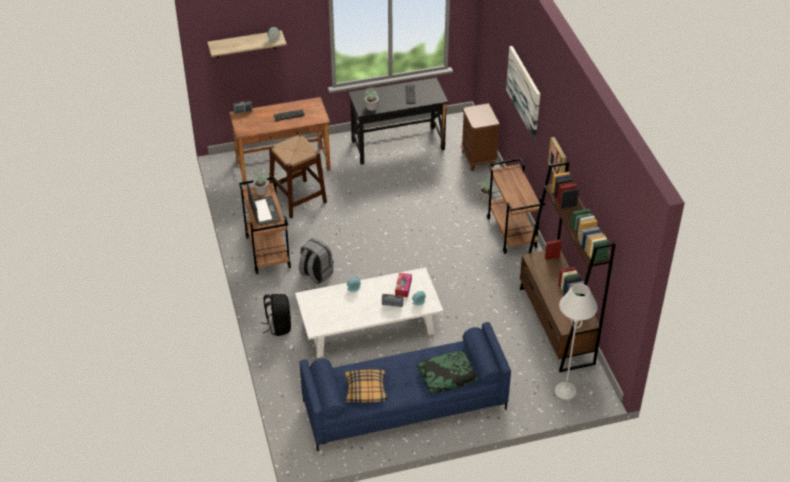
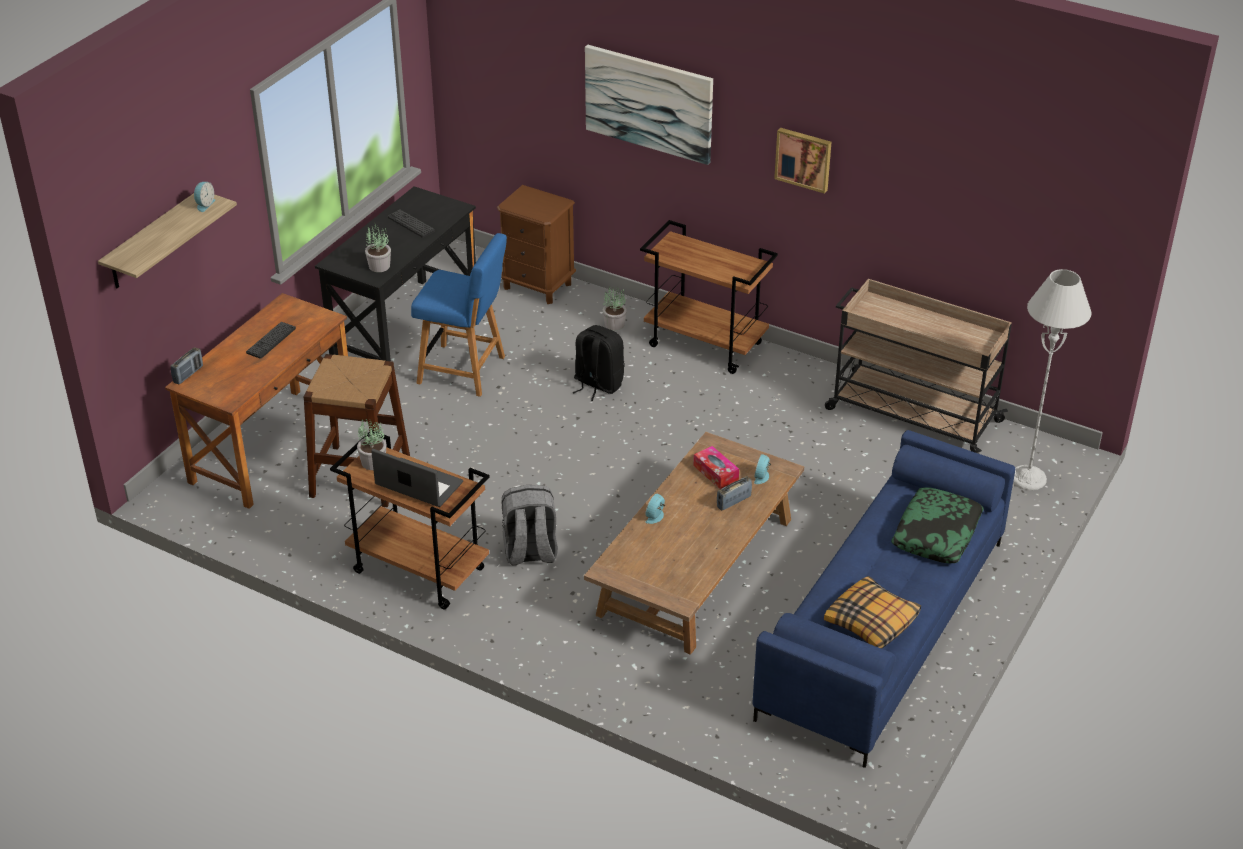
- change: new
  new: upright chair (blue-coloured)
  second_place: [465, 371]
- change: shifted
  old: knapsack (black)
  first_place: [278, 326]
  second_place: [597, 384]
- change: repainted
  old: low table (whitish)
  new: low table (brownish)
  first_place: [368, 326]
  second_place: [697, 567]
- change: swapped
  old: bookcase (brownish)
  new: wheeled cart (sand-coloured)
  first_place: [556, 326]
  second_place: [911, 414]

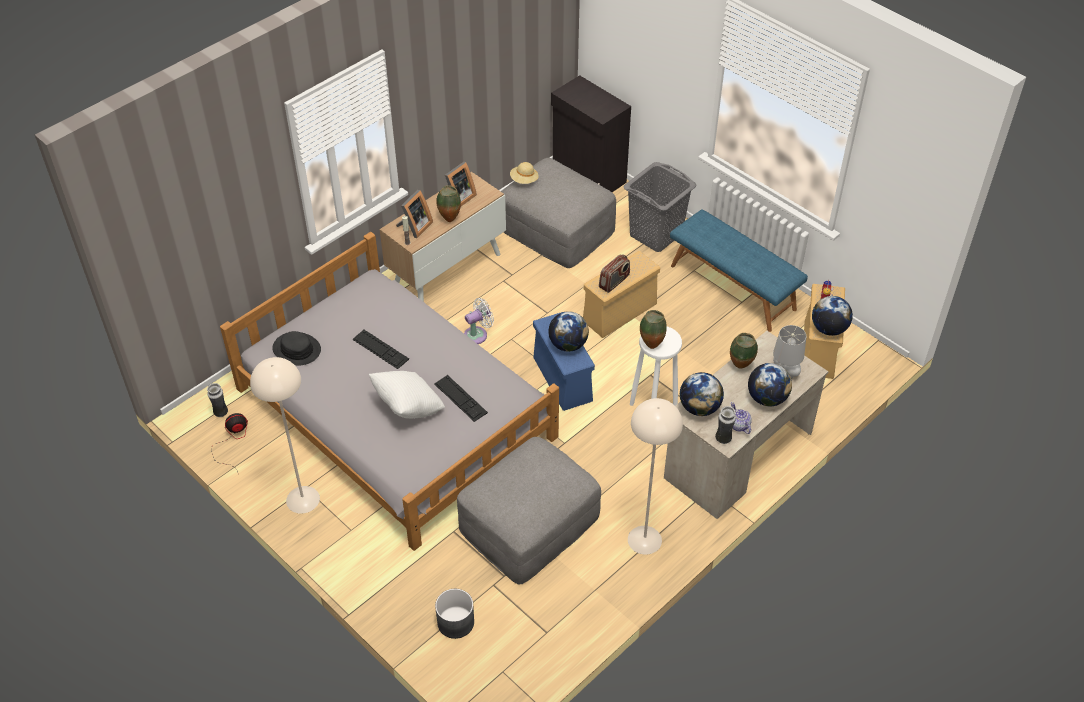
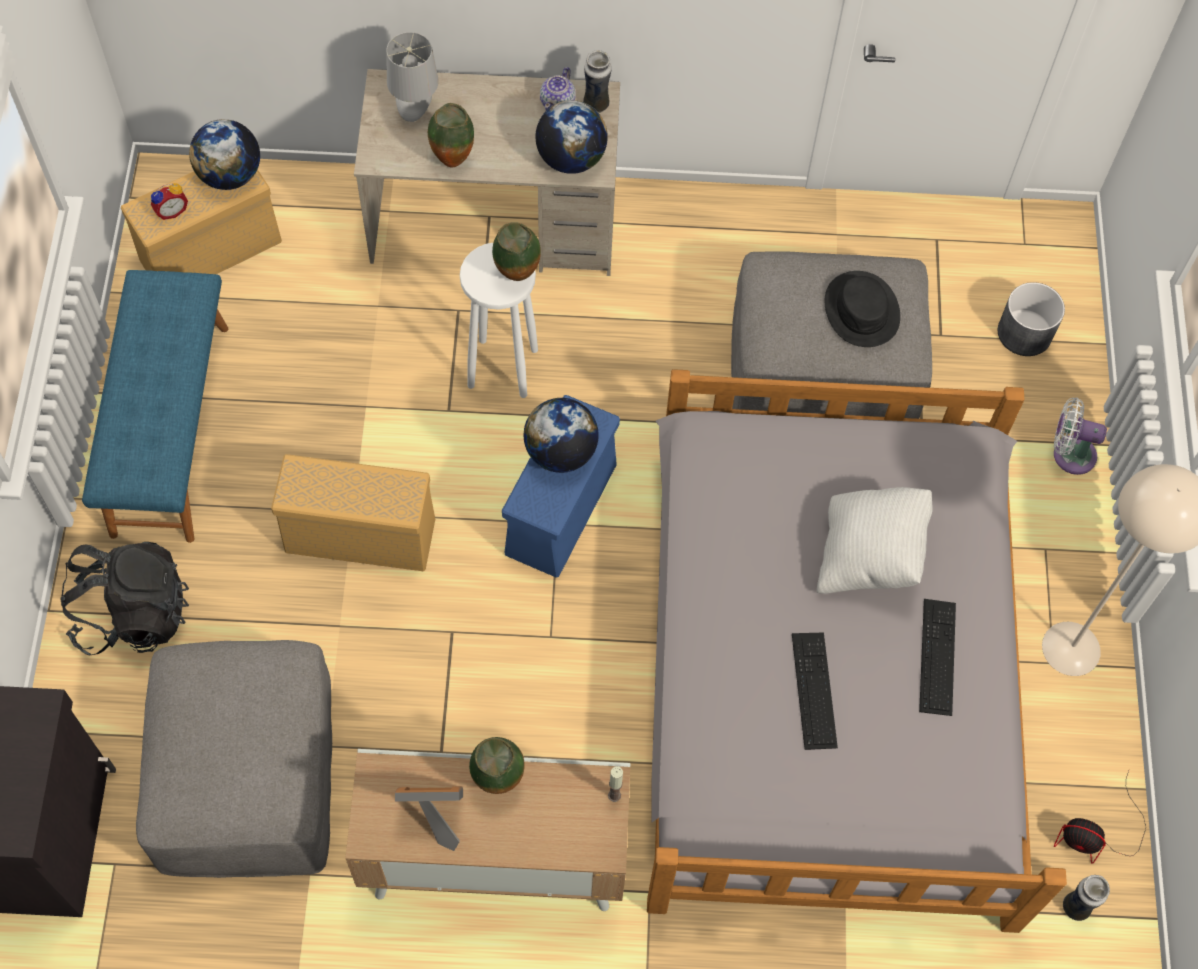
- change: swapped
  old: laundry basket (gray)
  new: knapsack (black)
  first_place: [656, 234]
  second_place: [133, 614]
- change: shifted
  old: wearable hat (black)
  first_place: [296, 349]
  second_place: [862, 310]
- change: shifted
  old: keyboard
  first_place: [460, 398]
  second_place: [937, 657]
- change: shifted
  old: cooling fan (whitish)
  first_place: [478, 334]
  second_place: [1069, 453]
- change: gone
  old: photo frame
  first_place: [415, 227]
- change: gone
  old: wearable hat (sand-coloured)
  first_place: [524, 180]
- change: gone
  old: radio
  first_place: [614, 282]
- change: gone
  old: floor lamp (sand-coloured)
  first_place: [644, 540]
- change: gone
  old: desk globe
  first_place: [767, 398]

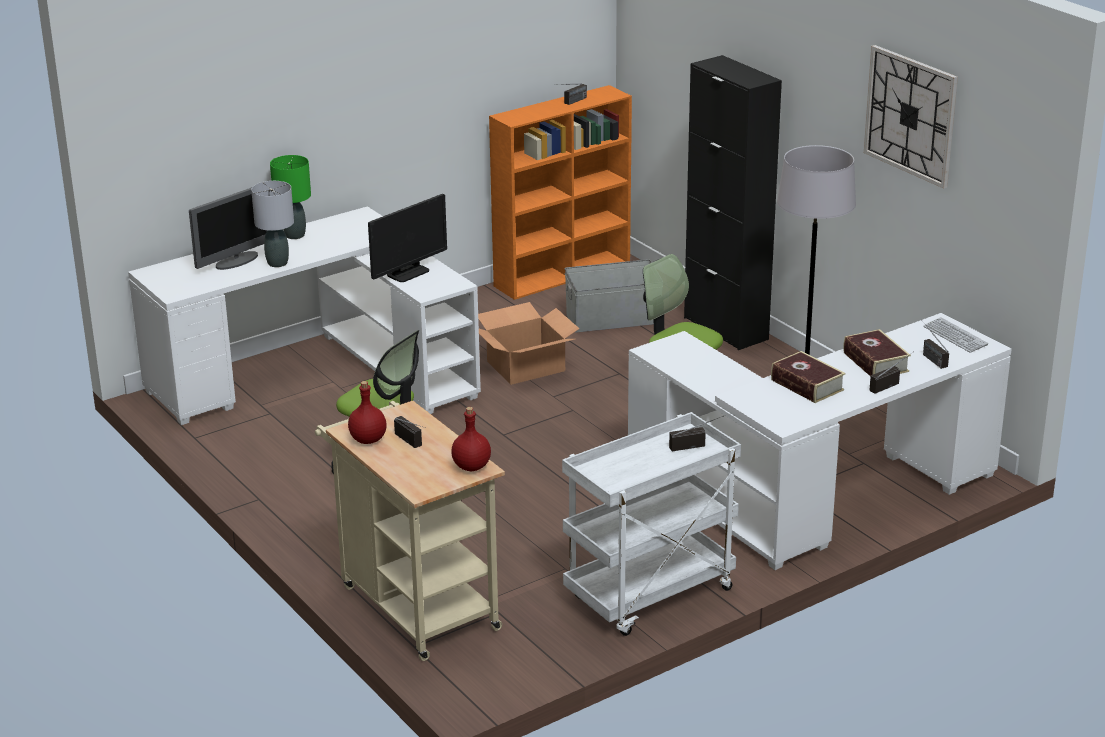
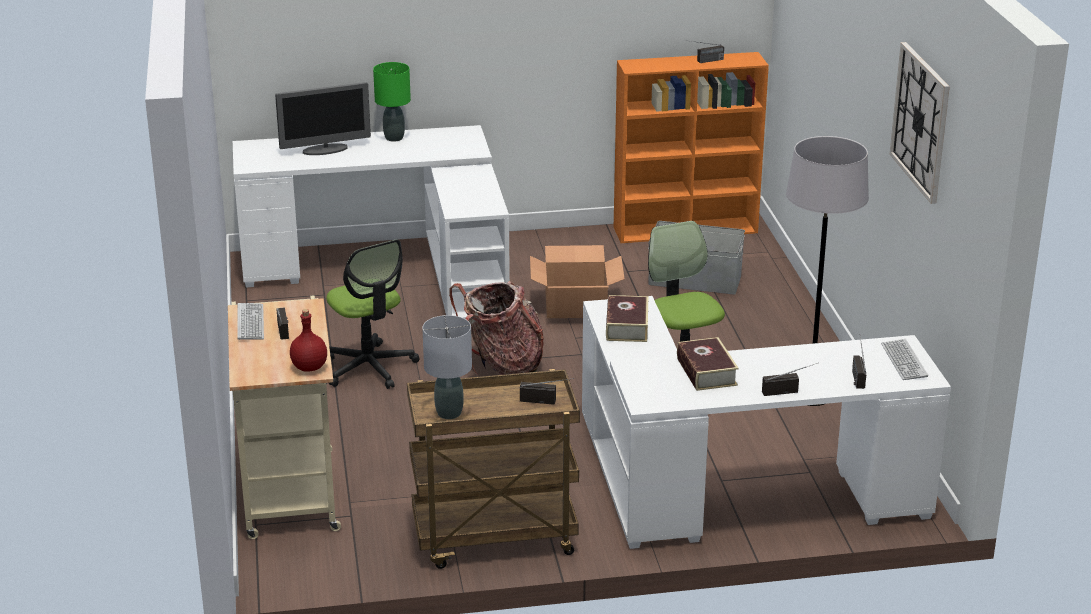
- change: swapped
  old: beverage bottle (red)
  new: keyboard
  first_place: [367, 440]
  second_place: [250, 322]
- change: repainted
  old: wheeled cart (whitish)
  new: wheeled cart (brownish)
  first_place: [650, 596]
  second_place: [493, 539]
- change: shifted
  old: lamp for a table (gray)
  first_place: [278, 263]
  second_place: [449, 413]
- change: new
  new: knapsack
  second_place: [502, 366]
- change: shifted
  old: volume
  first_place: [875, 362]
  second_place: [627, 326]
- change: gone
  old: monitor
  first_place: [408, 273]
- change: gone
  old: storage cabinet (black)
  first_place: [725, 328]

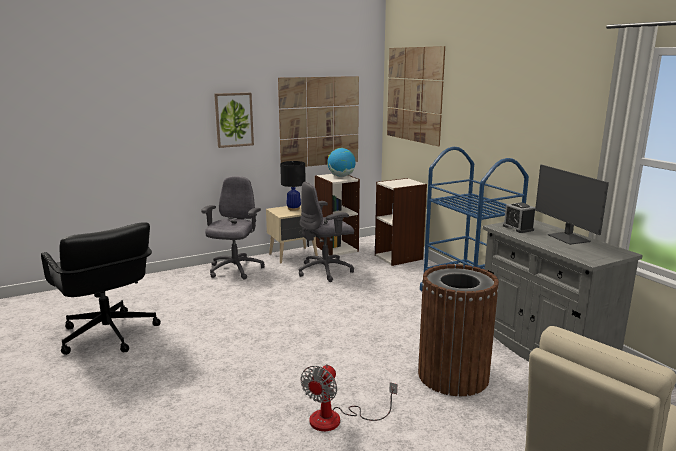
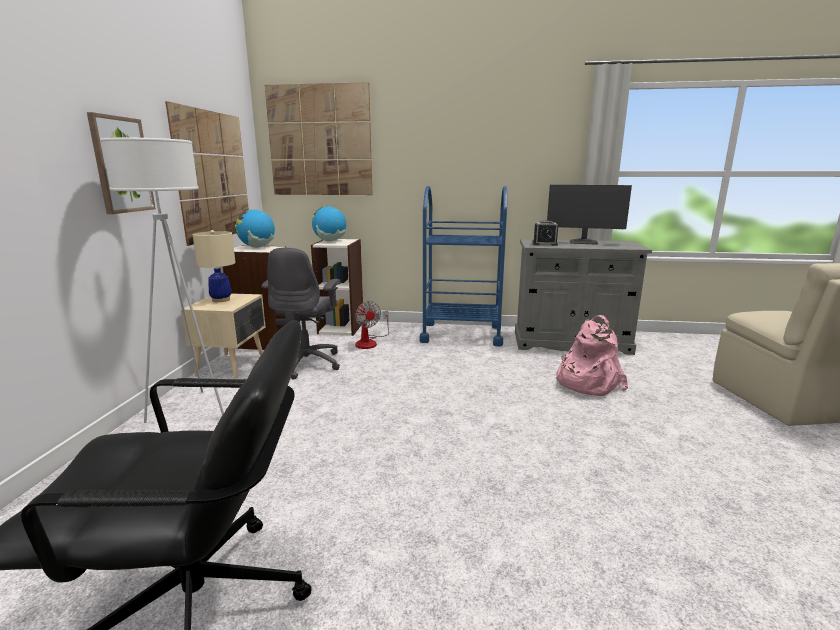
- change: swapped
  old: computer chair (gray)
  new: floor lamp (whitish)
  first_place: [235, 270]
  second_place: [192, 410]
- change: repainted
  old: lamp for a table (black)
  new: lamp for a table (sand-coloured)
  first_place: [293, 209]
  second_place: [221, 300]
- change: new
  new: desk globe
  second_place: [330, 241]
- change: shifted
  old: cooling fan
  first_place: [336, 419]
  second_place: [370, 342]
- change: swapped
  old: waste bin (brownish)
  new: knapsack (pink-coloured)
  first_place: [453, 376]
  second_place: [585, 382]

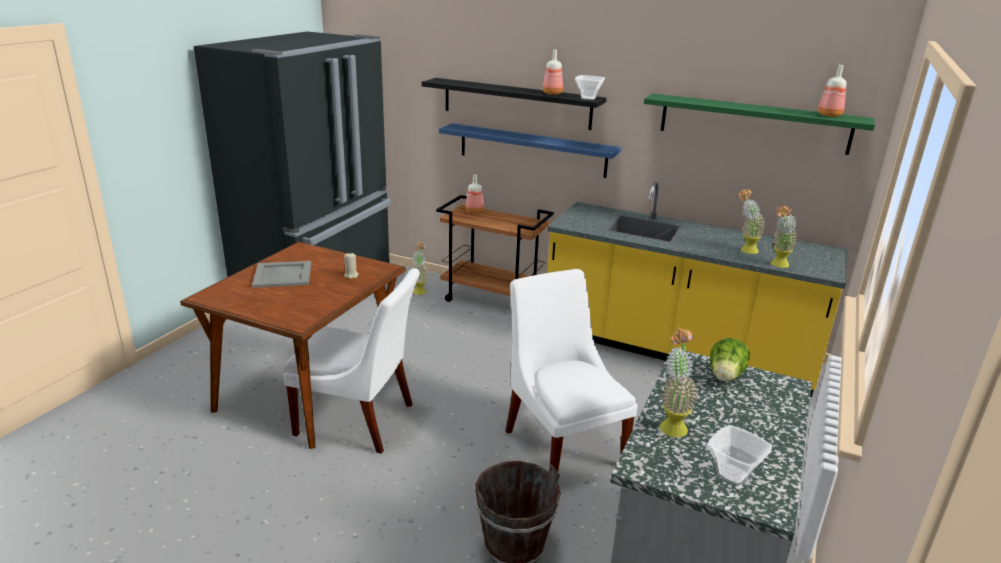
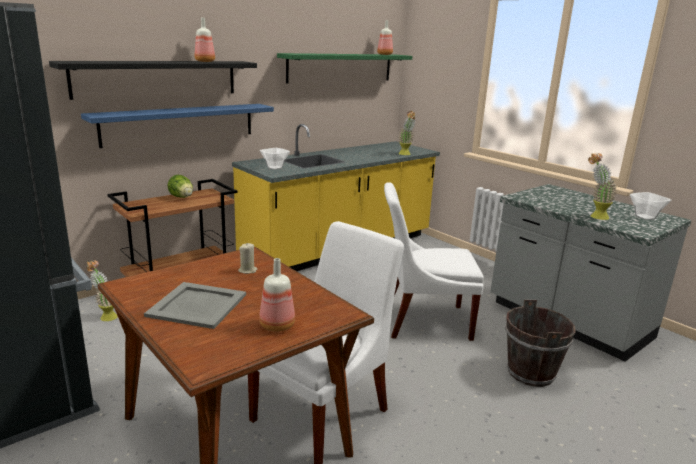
- change: shifted
  old: lettuce
  first_place: [725, 377]
  second_place: [182, 197]
- change: shifted
  old: beverage bottle
  first_place: [474, 211]
  second_place: [276, 325]
- change: shifted
  old: bowl
  first_place: [588, 98]
  second_place: [274, 168]
- change: gone
  old: houseplant
  first_place: [744, 250]

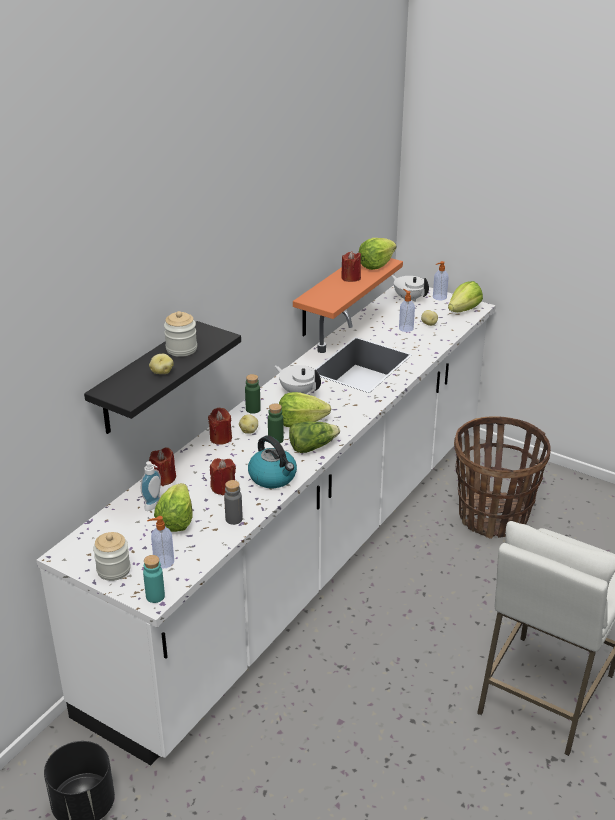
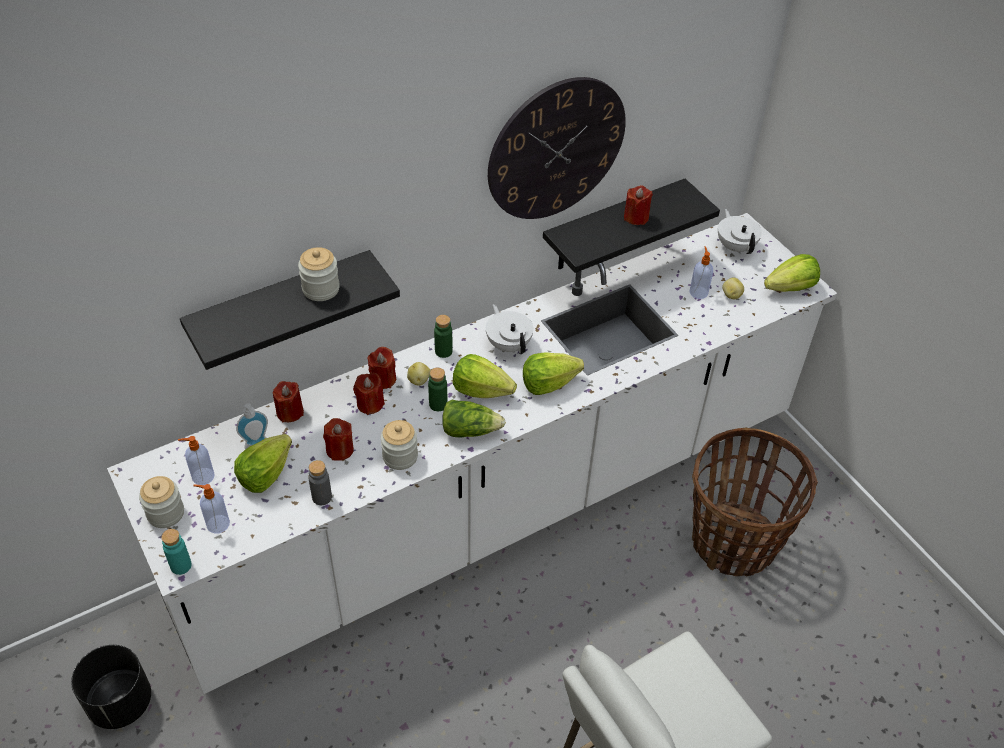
- change: shifted
  old: soap bottle
  first_place: [439, 297]
  second_place: [202, 476]
- change: new
  new: candle (red)
  second_place: [370, 404]
- change: swapped
  old: kettle
  new: preserve jar
  first_place: [273, 477]
  second_place: [400, 456]
- change: new
  new: hanging clock
  second_place: [556, 149]
- change: shifted
  old: lettuce
  first_place: [376, 265]
  second_place: [548, 383]
- change: repainted
  old: bracket shelf (orangey)
  new: bracket shelf (black)
  first_place: [329, 295]
  second_place: [613, 226]
- change: gone
  old: spud
  first_place: [161, 372]

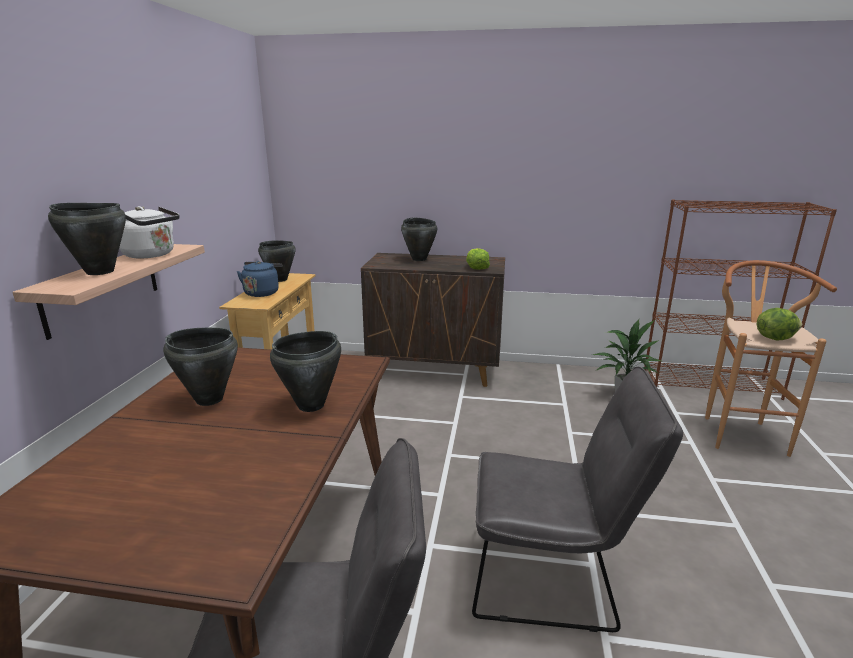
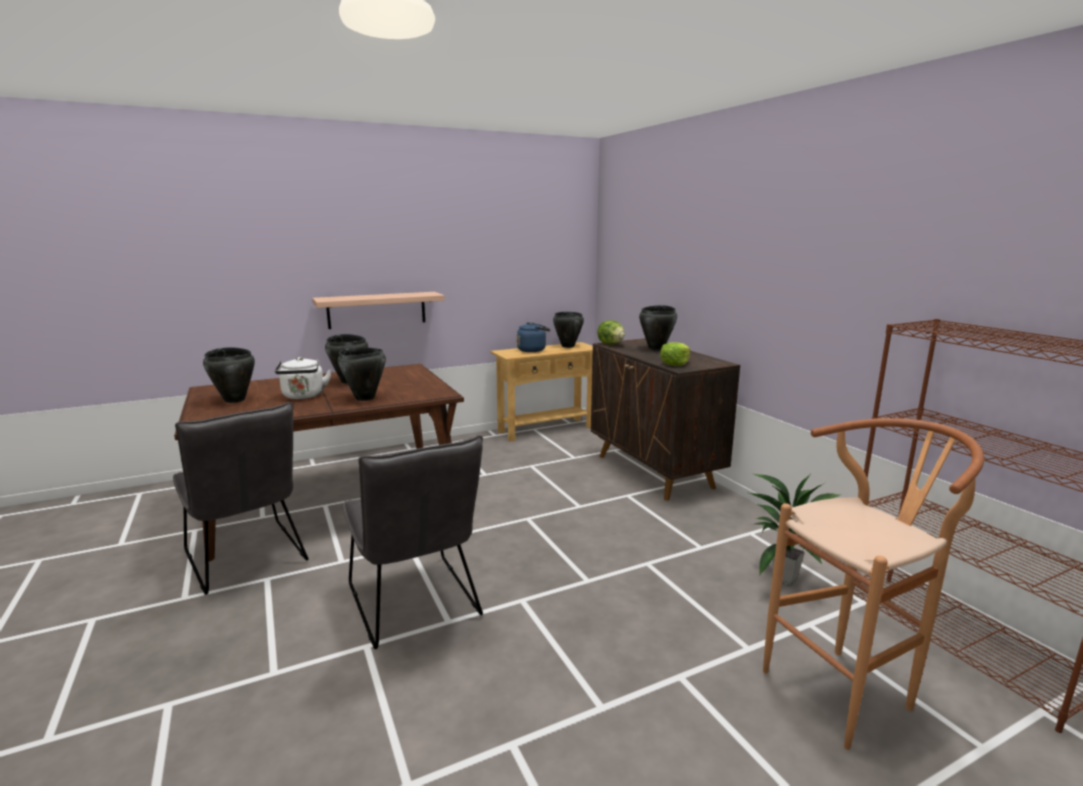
- change: shifted
  old: stockpot (black)
  first_place: [99, 272]
  second_place: [235, 400]
- change: shifted
  old: kettle (whitish)
  first_place: [152, 255]
  second_place: [303, 396]
- change: shifted
  old: lettuce
  first_place: [774, 338]
  second_place: [611, 344]

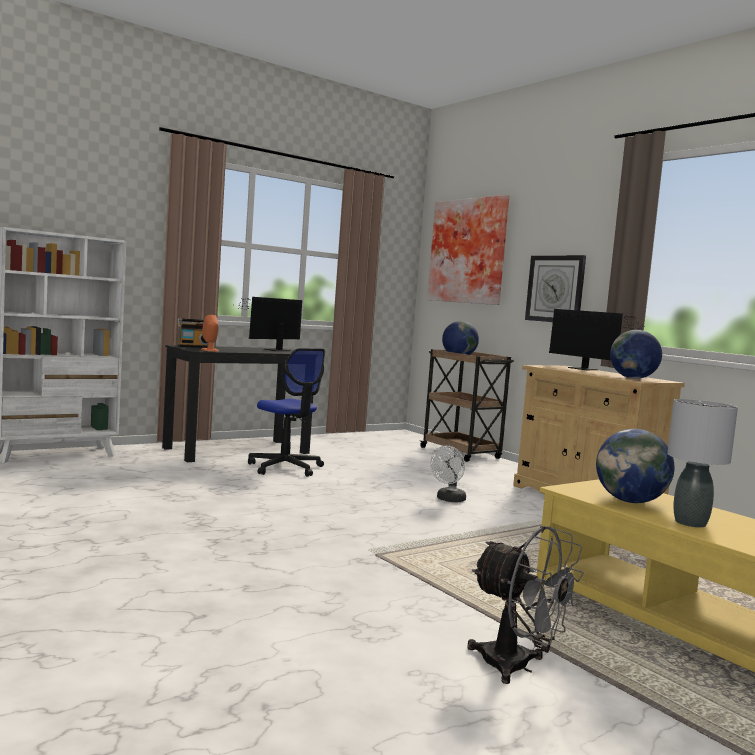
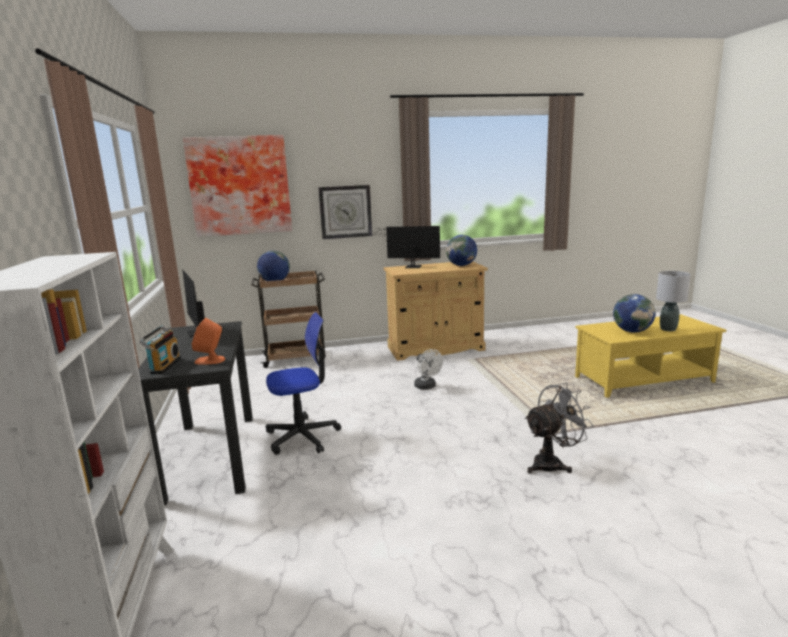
- change: rotated
  old: monitor
  first_place: [585, 369]
  second_place: [410, 266]
  degrees: -150
- change: shifted
  old: cooling fan (gray)
  first_place: [517, 667]
  second_place: [552, 463]

